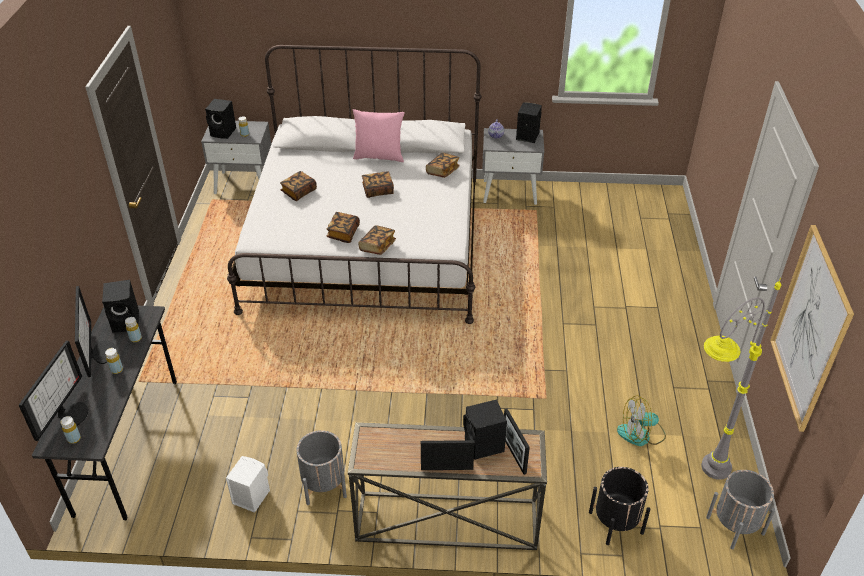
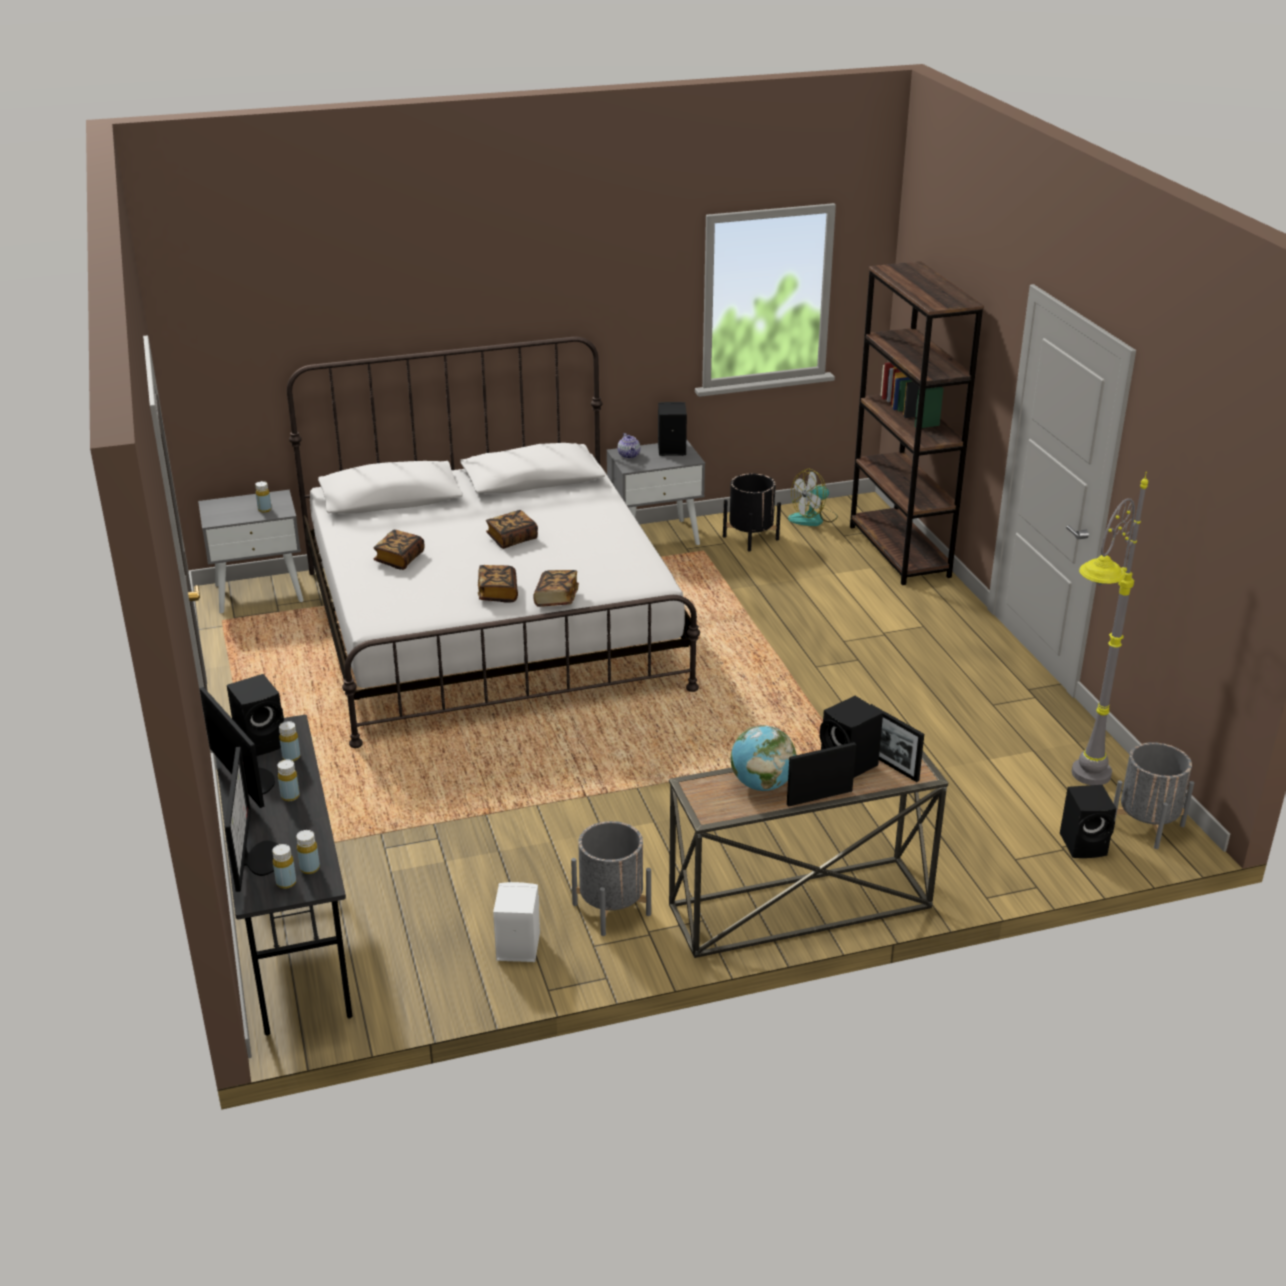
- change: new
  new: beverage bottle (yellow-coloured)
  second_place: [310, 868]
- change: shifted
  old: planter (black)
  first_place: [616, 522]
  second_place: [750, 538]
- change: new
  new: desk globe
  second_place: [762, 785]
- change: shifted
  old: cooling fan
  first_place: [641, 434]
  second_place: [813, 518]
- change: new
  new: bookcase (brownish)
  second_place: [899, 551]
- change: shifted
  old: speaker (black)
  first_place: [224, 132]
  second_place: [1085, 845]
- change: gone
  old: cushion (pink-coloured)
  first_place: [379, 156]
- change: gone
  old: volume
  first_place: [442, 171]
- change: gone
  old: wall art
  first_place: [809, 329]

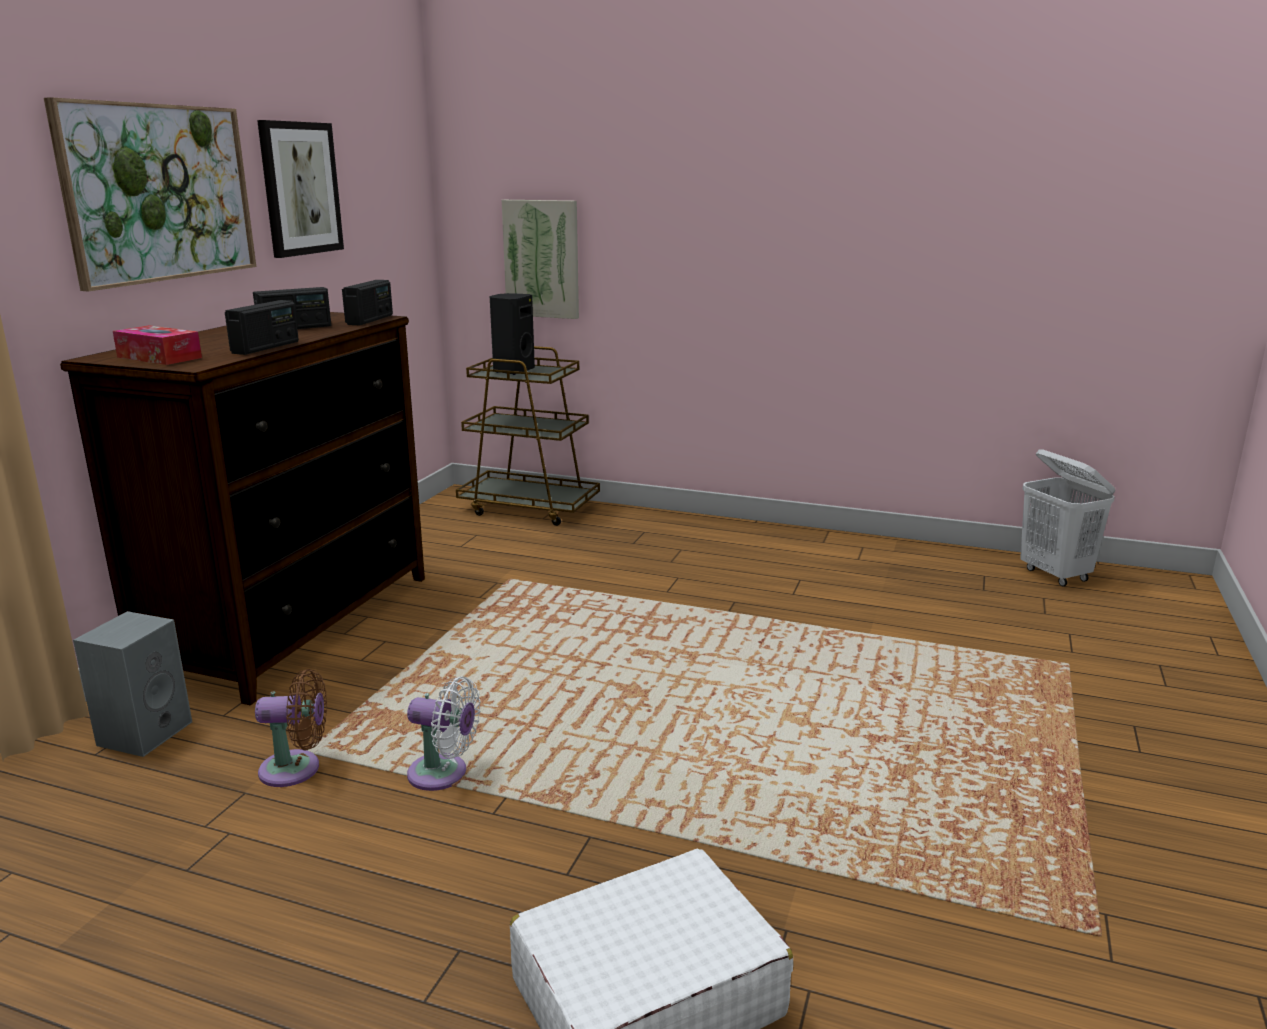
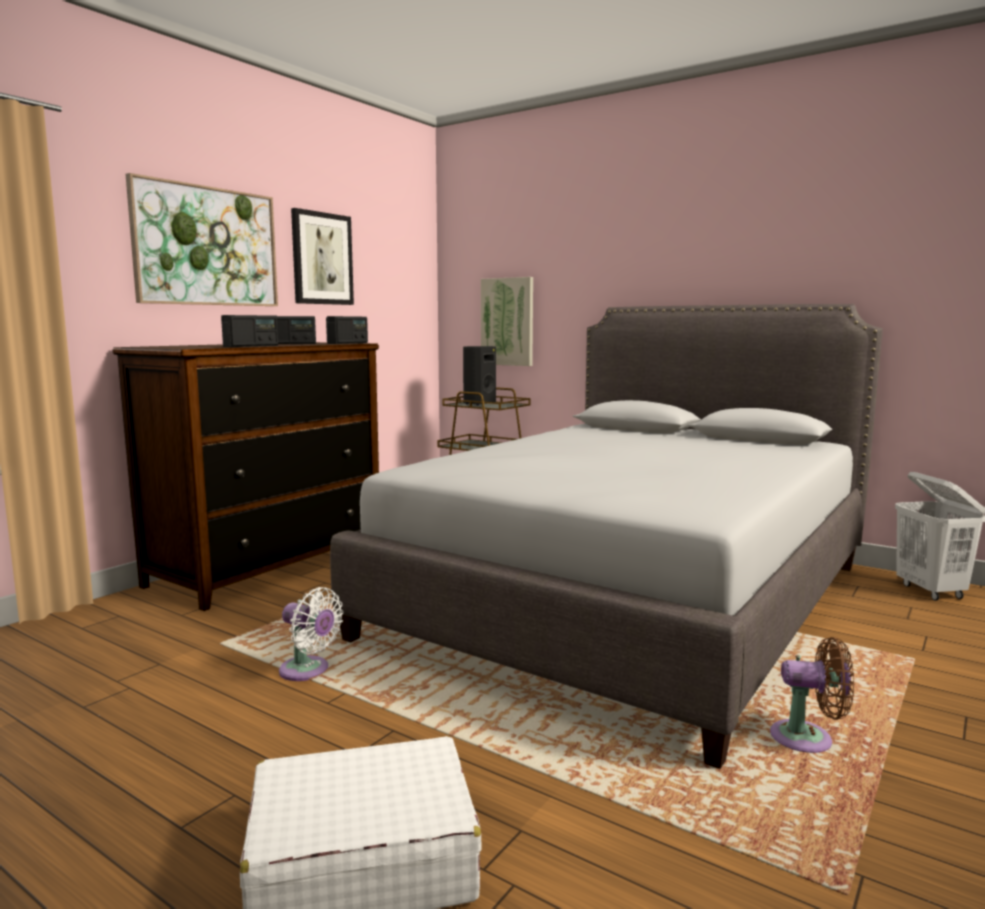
- change: new
  new: sleeping bed (gray)
  second_place: [631, 599]
- change: shifted
  old: cooling fan (brownish)
  first_place: [296, 769]
  second_place: [808, 739]
- change: gone
  old: speaker (gray)
  first_place: [145, 732]
- change: gone
  old: box of tissues
  first_place: [159, 357]

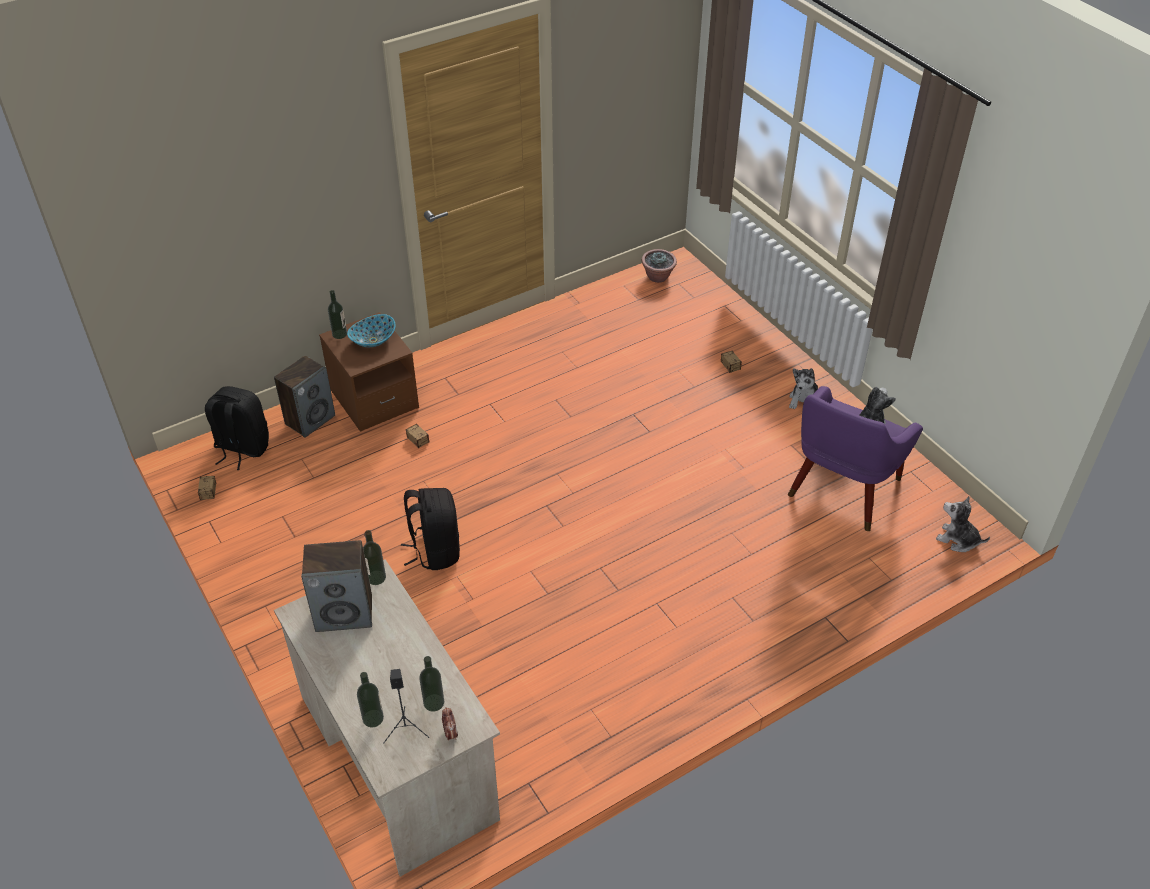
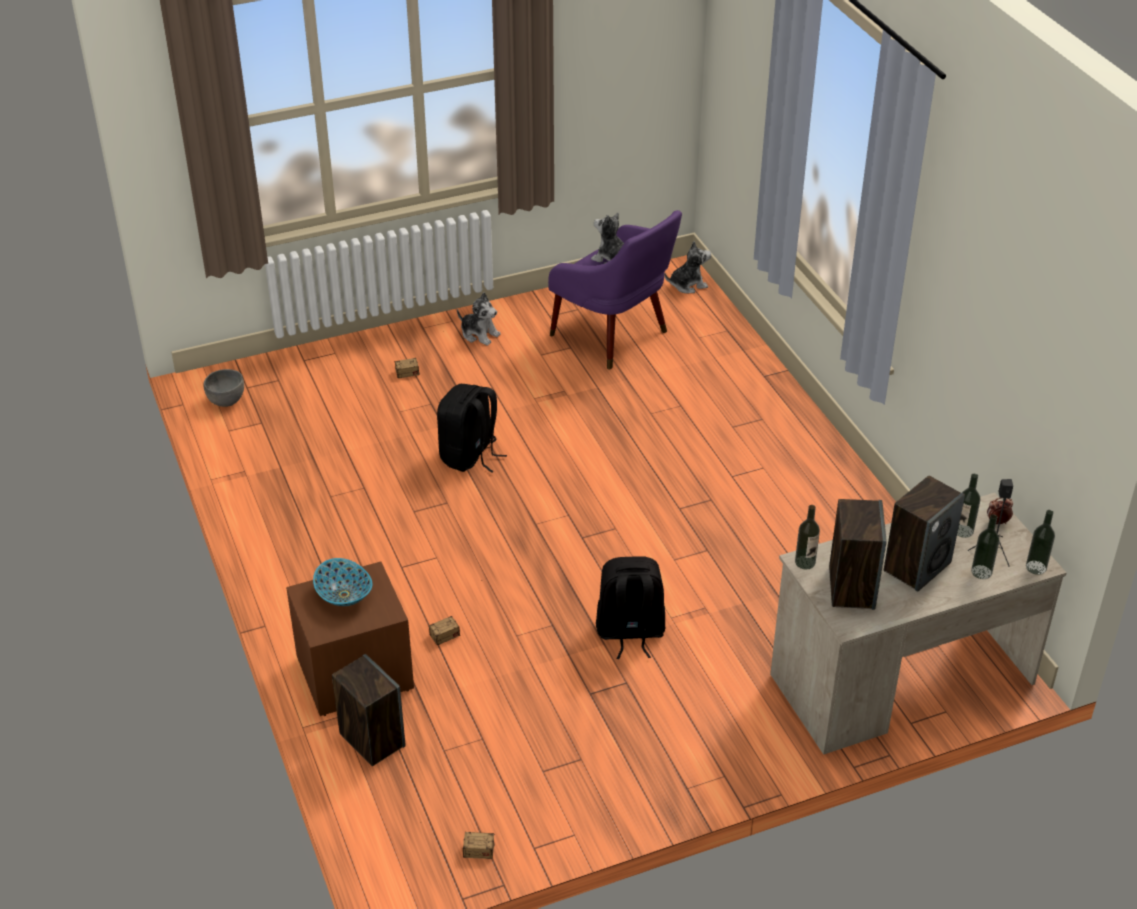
- change: swapped
  old: houseplant
  new: bowl (gray)
  first_place: [658, 277]
  second_place: [226, 401]
- change: shifted
  old: knapsack (black)
  first_place: [241, 448]
  second_place: [470, 456]
- change: rotated
  old: plush toy
  first_place: [957, 540]
  second_place: [688, 285]
  degrees: -150
- change: new
  new: speaker
  second_place: [917, 566]
- change: shifted
  old: beverage bottle
  first_place: [339, 334]
  second_place: [1036, 567]

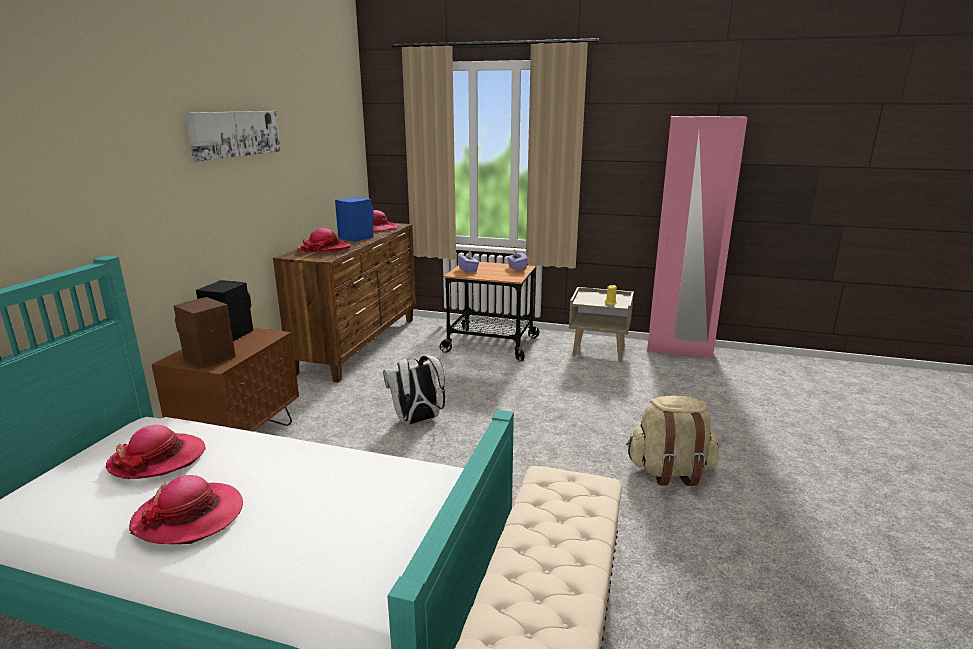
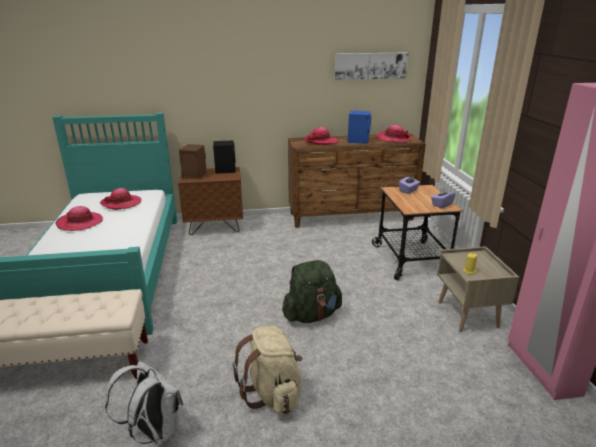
- change: shifted
  old: knapsack (whitish)
  first_place: [417, 421]
  second_place: [154, 431]
- change: new
  new: knapsack (green-coloured)
  second_place: [311, 315]
- change: shifted
  old: wall art
  first_place: [235, 134]
  second_place: [370, 66]

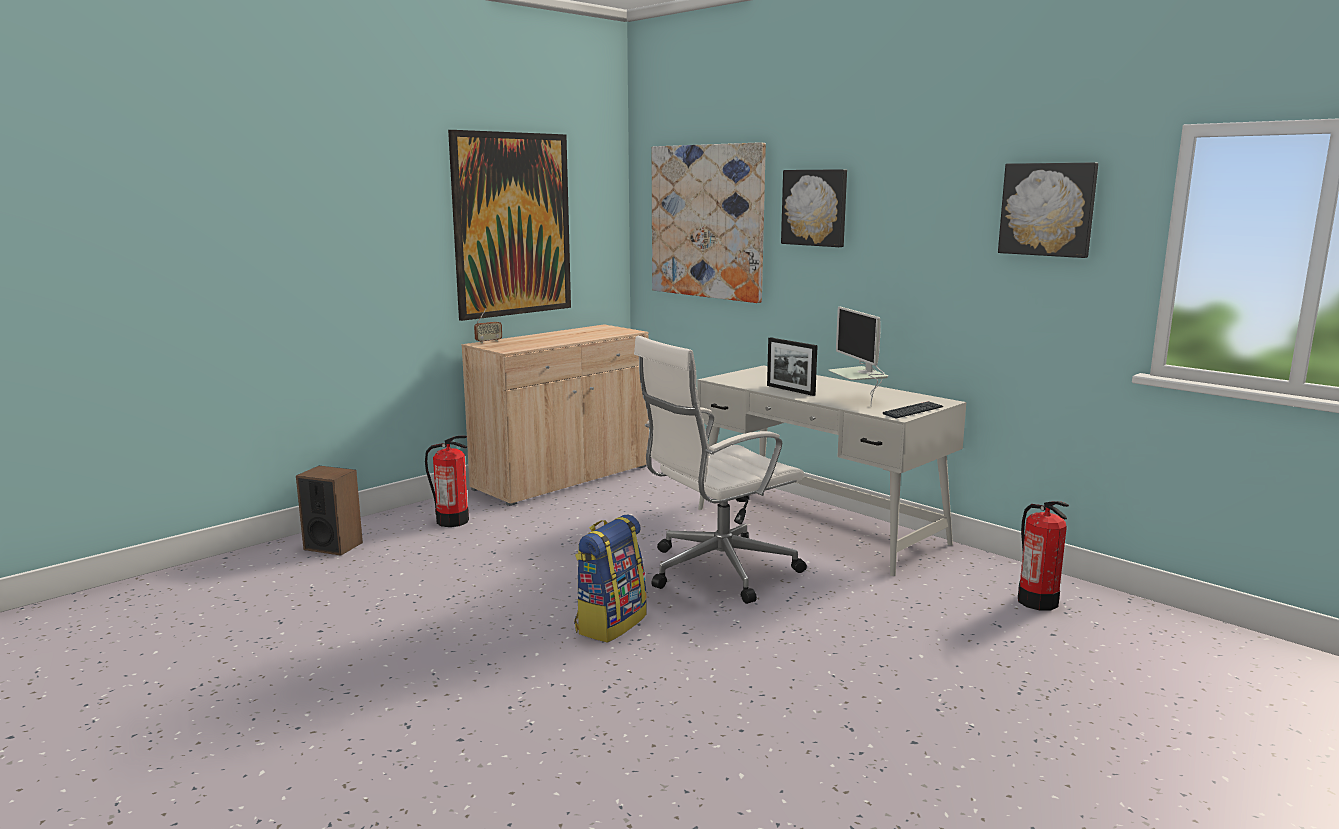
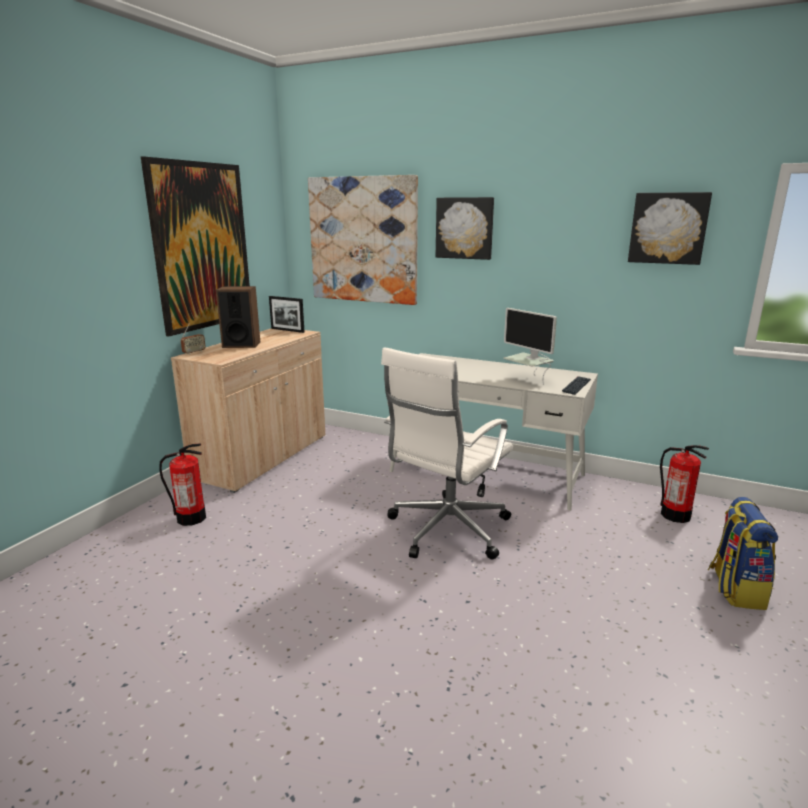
- change: shifted
  old: speaker
  first_place: [333, 546]
  second_place: [241, 344]
- change: shifted
  old: photo frame
  first_place: [790, 390]
  second_place: [287, 330]
- change: shifted
  old: knapsack
  first_place: [610, 623]
  second_place: [735, 589]

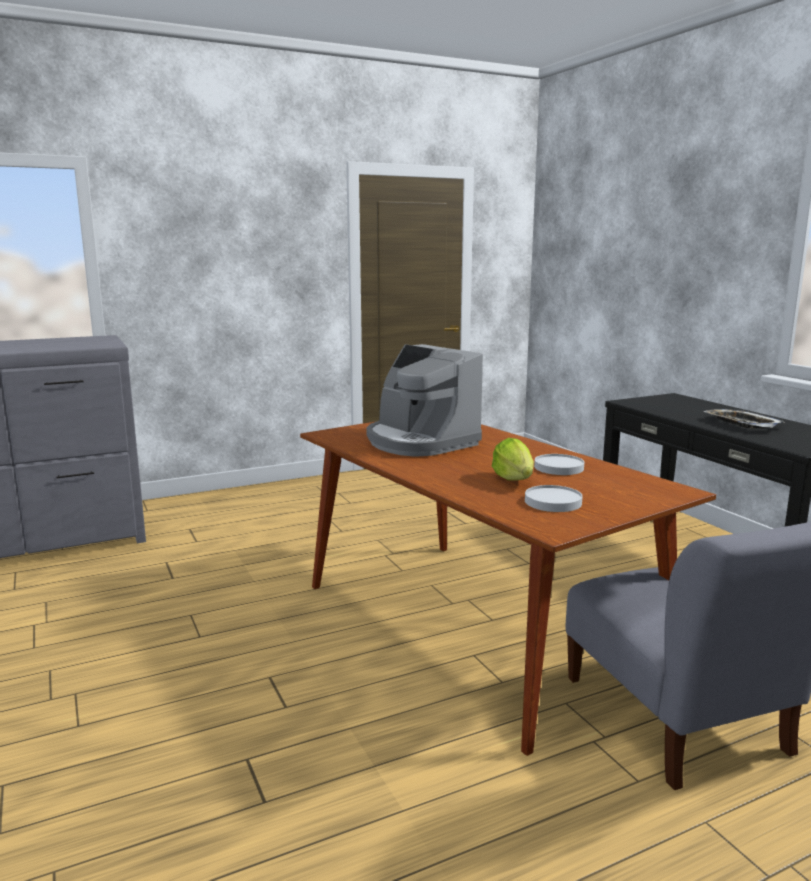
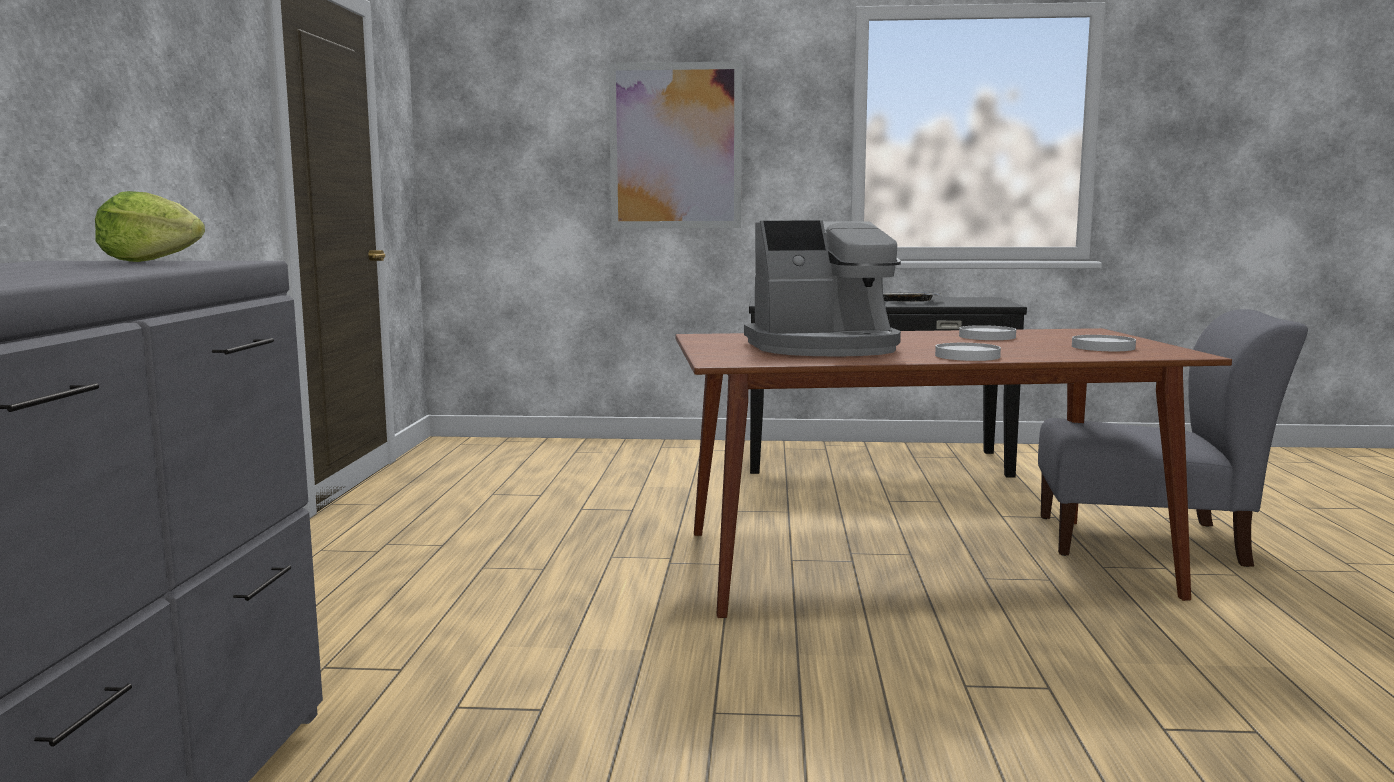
- change: shifted
  old: lettuce
  first_place: [514, 479]
  second_place: [151, 262]
- change: new
  new: wall art
  second_place: [675, 146]
- change: new
  new: dinner plate (whitish)
  second_place: [967, 356]

